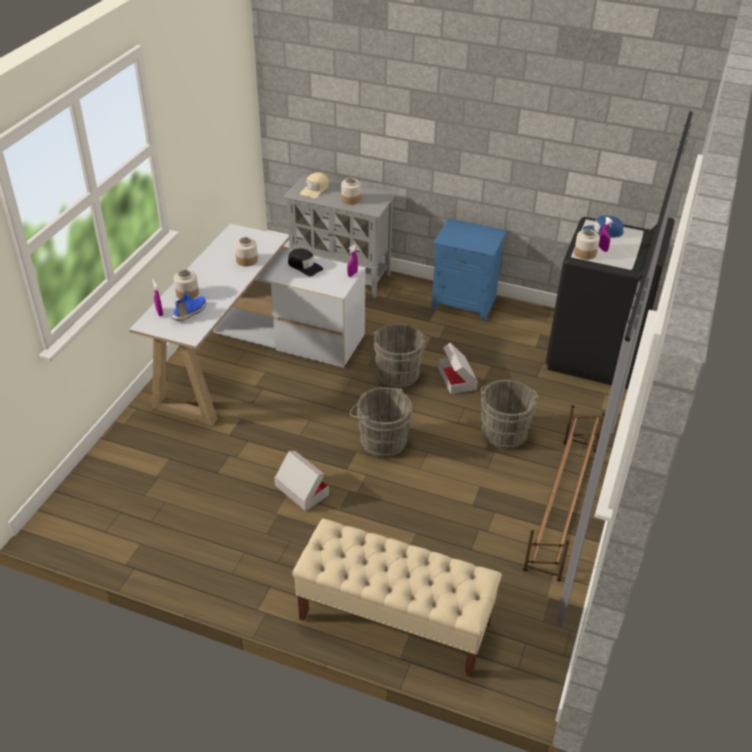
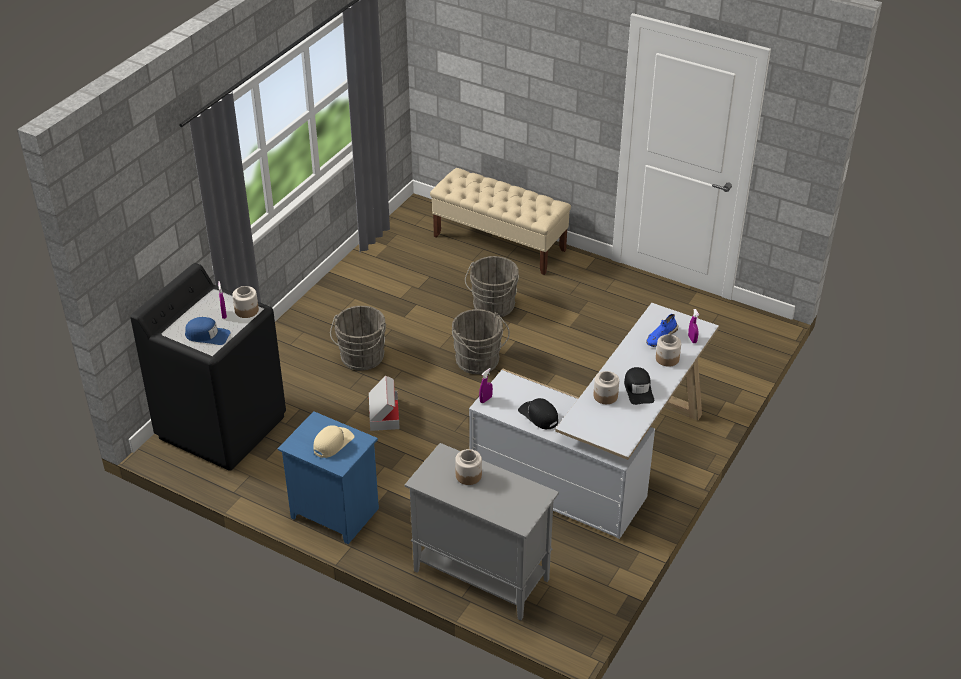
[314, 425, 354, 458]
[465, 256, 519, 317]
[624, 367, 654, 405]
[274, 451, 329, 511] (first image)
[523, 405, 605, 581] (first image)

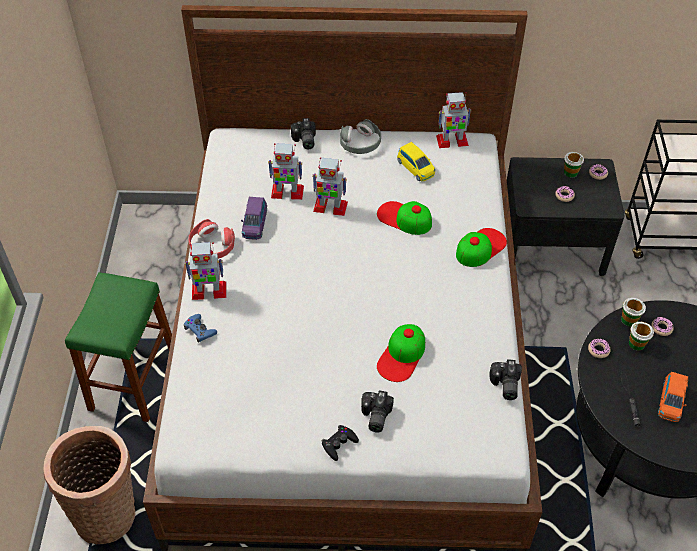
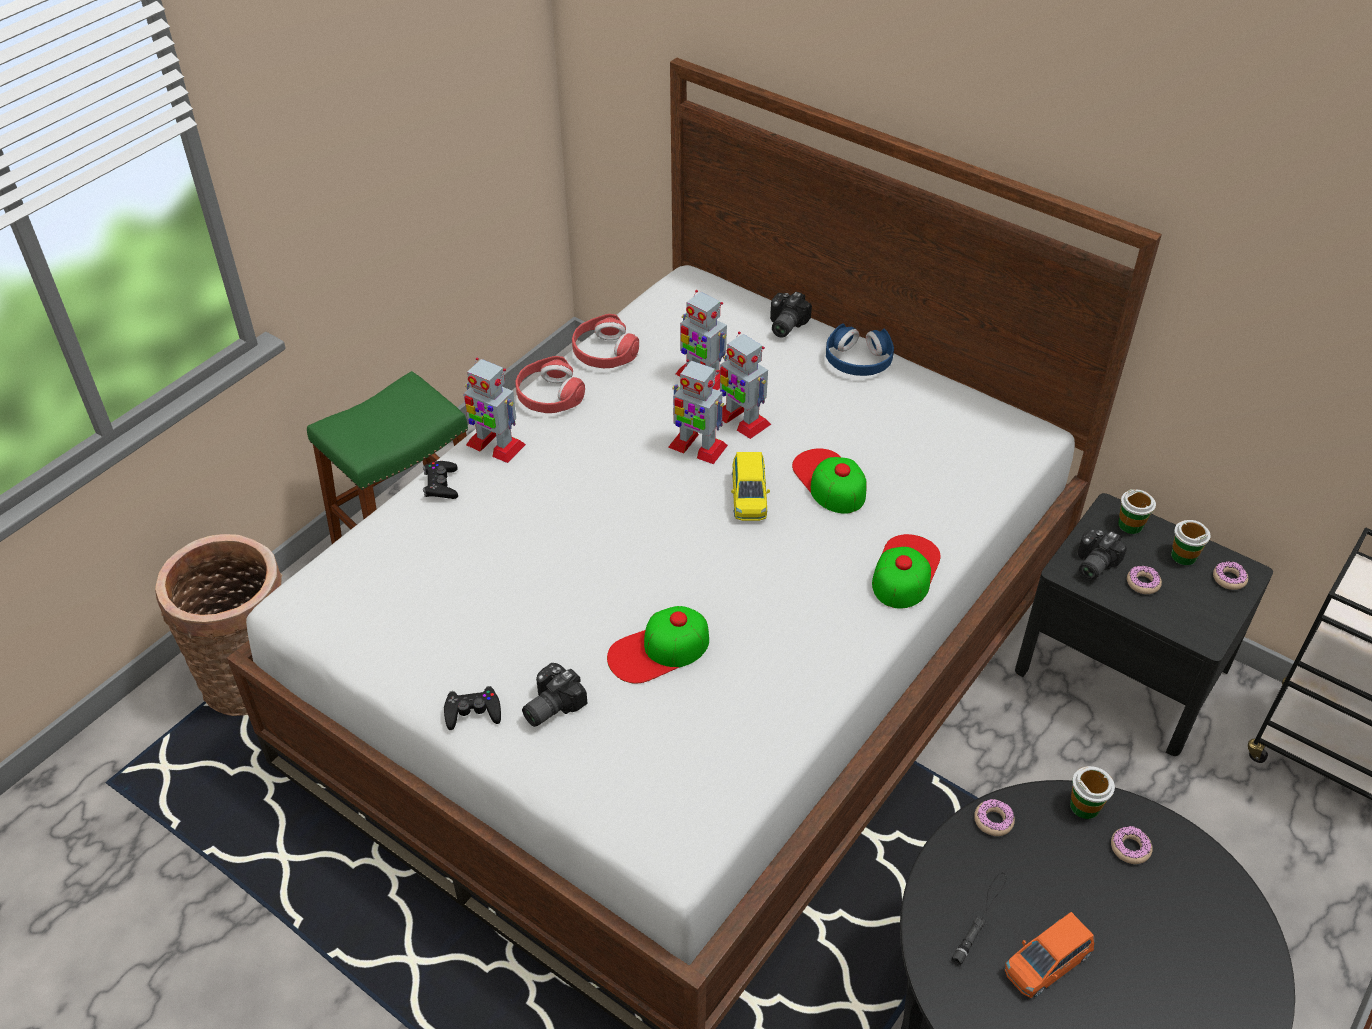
[423, 461, 458, 499]
[572, 314, 639, 368]
[668, 359, 728, 464]
[731, 452, 770, 521]
[826, 323, 894, 376]
[872, 534, 941, 609]
[1078, 528, 1127, 581]
[1118, 489, 1156, 534]
[241, 197, 267, 240] (first image)

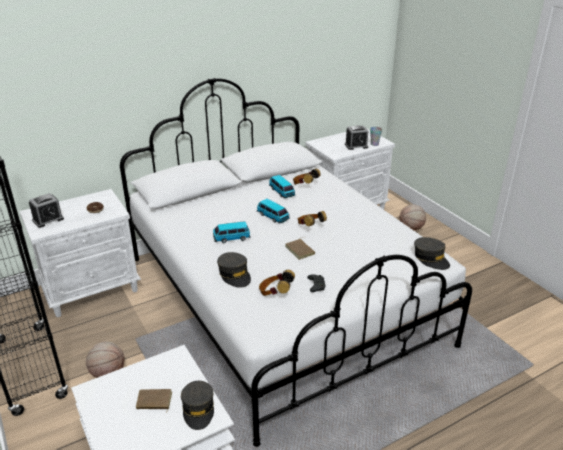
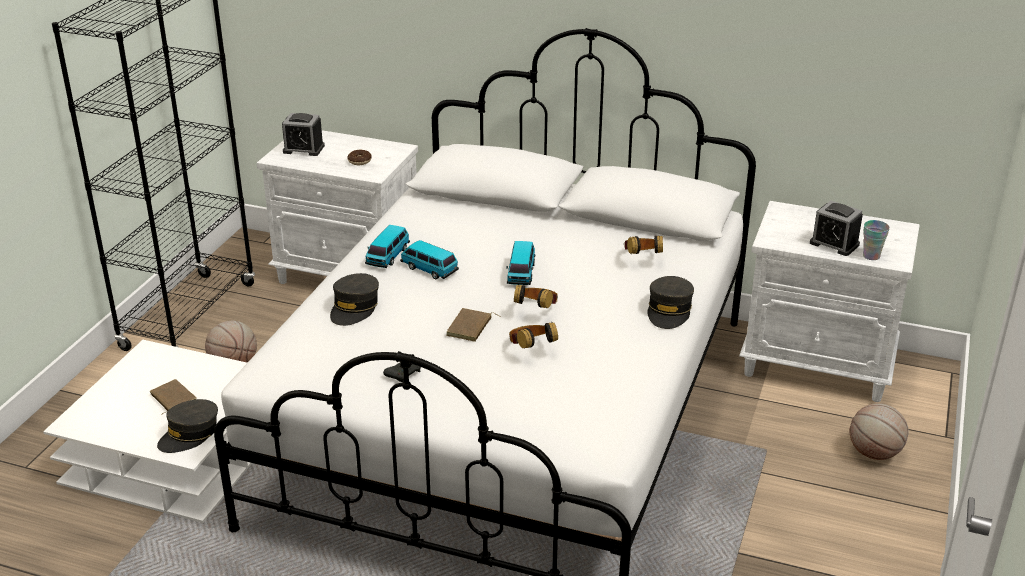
[365, 225, 410, 268]
[509, 322, 558, 349]
[647, 276, 694, 329]

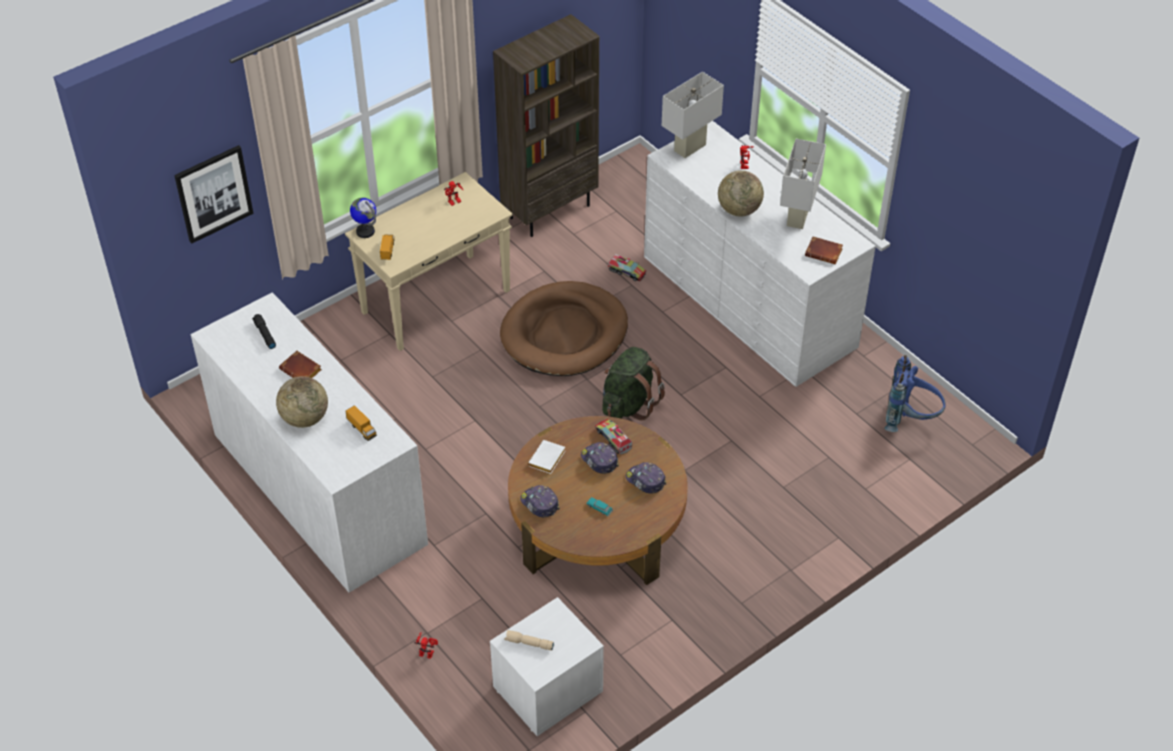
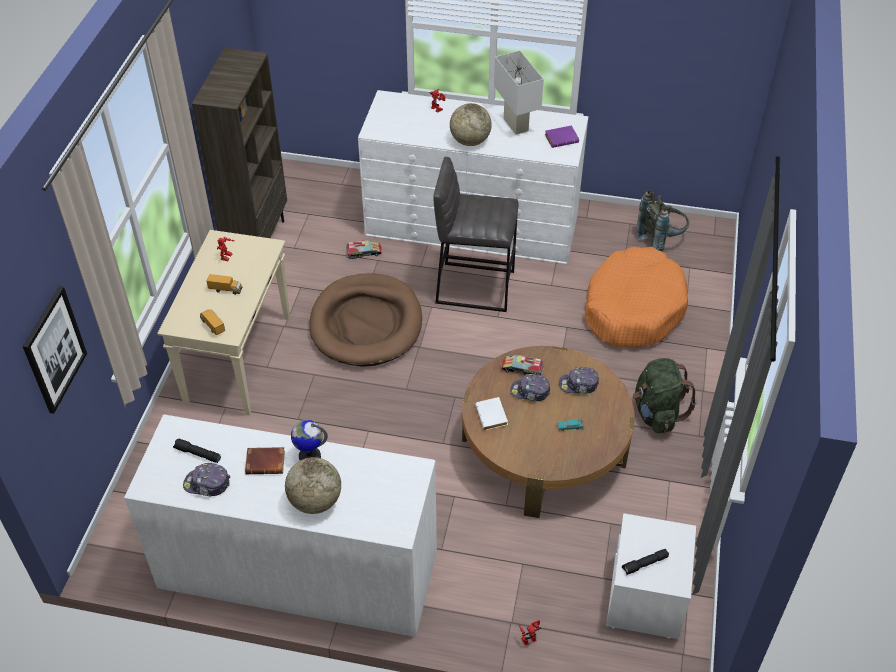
[183, 463, 230, 496]
[207, 274, 242, 295]
[291, 420, 328, 460]
[433, 157, 518, 312]
[545, 125, 579, 148]
[585, 247, 688, 347]
[622, 549, 669, 575]
[633, 358, 697, 434]
[636, 190, 689, 252]
[662, 72, 724, 158] (first image)

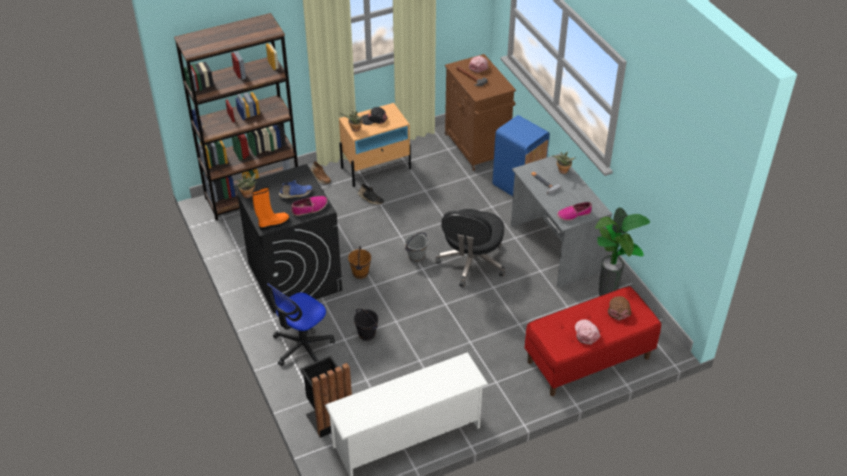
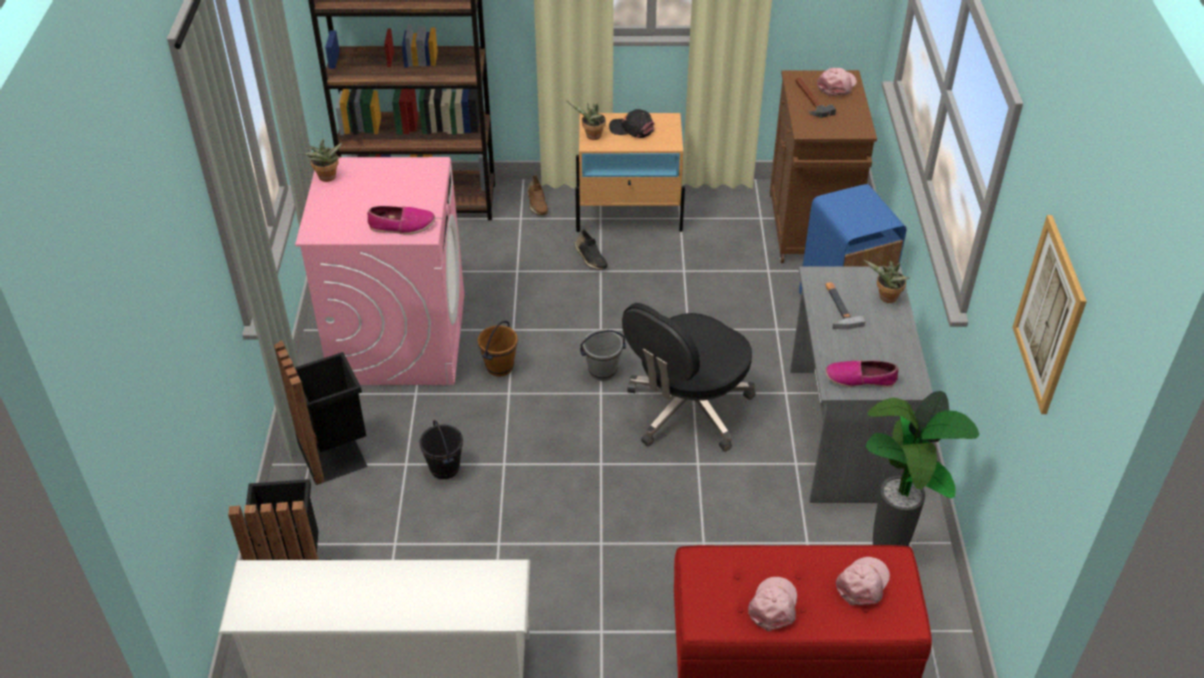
[274, 340, 368, 485]
[295, 157, 464, 385]
[836, 557, 890, 605]
[1012, 215, 1087, 414]
[252, 187, 290, 231] (first image)
[279, 180, 312, 199] (first image)

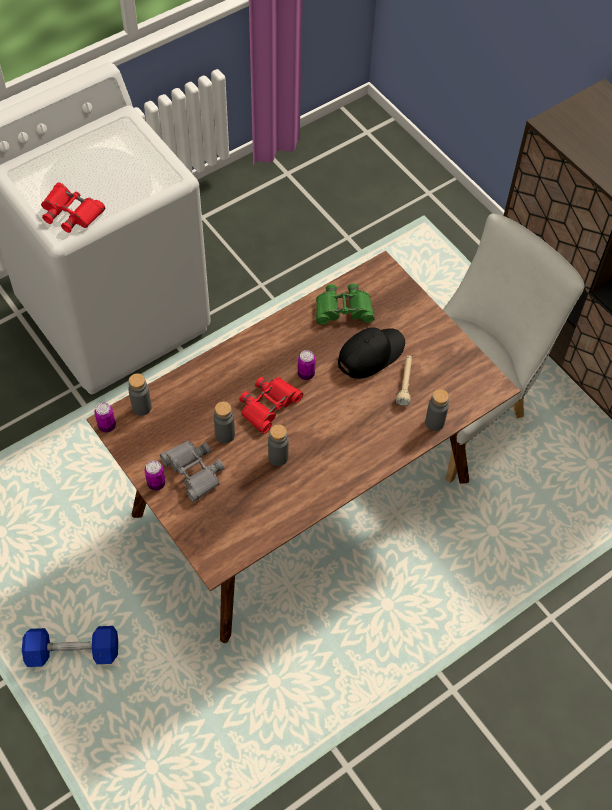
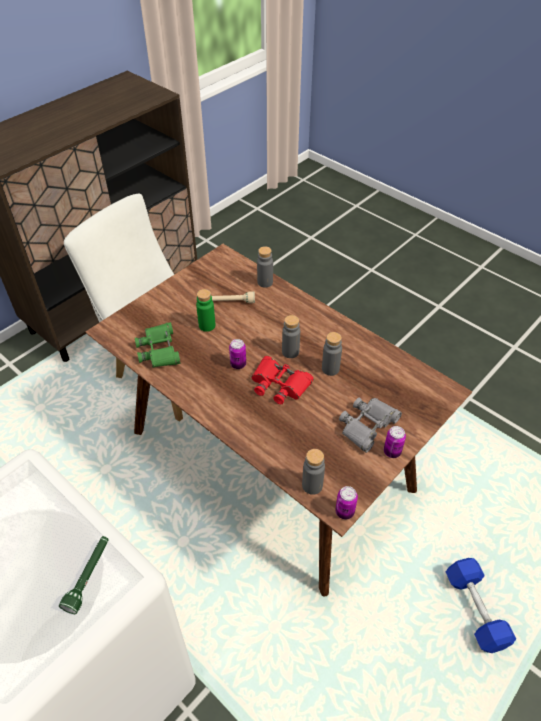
[59, 536, 108, 614]
[196, 289, 215, 332]
[282, 315, 300, 358]

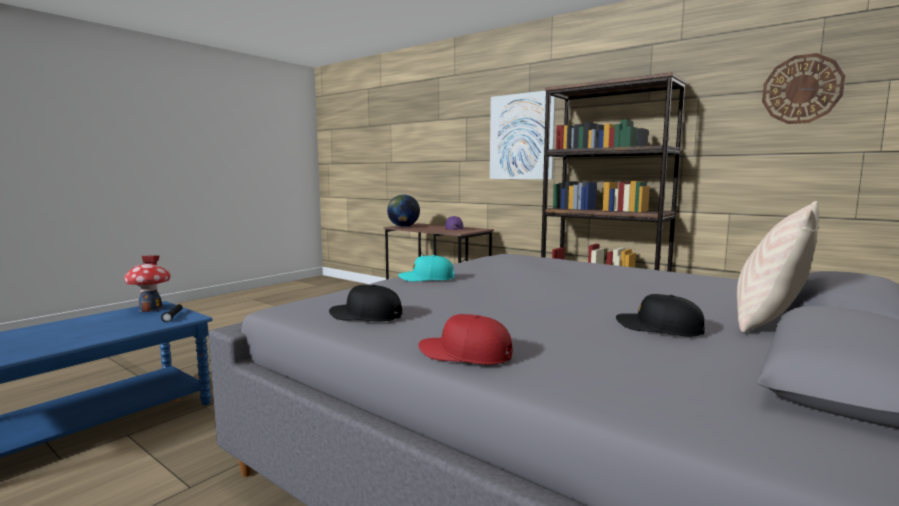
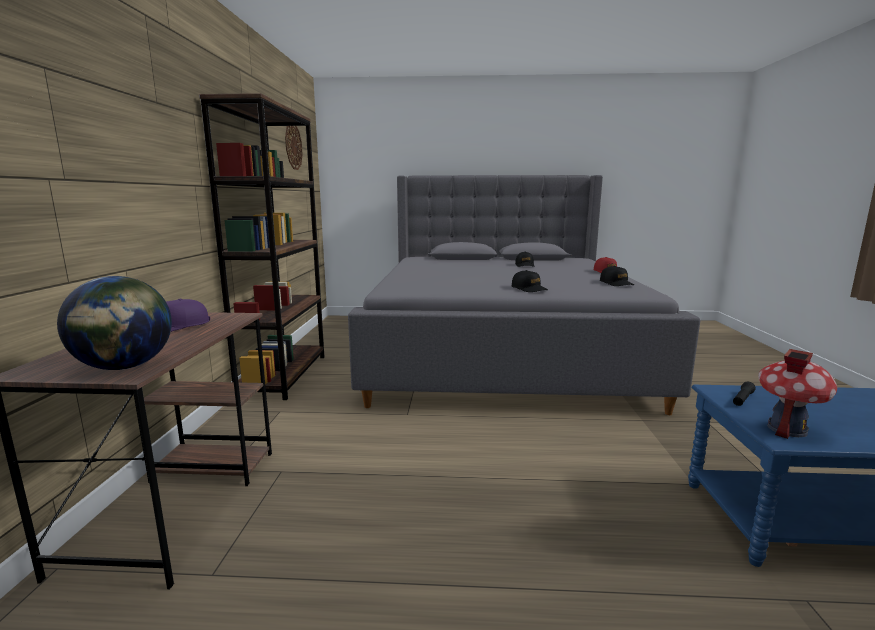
[512, 270, 548, 292]
[490, 91, 556, 179] (first image)
[737, 201, 819, 333] (first image)

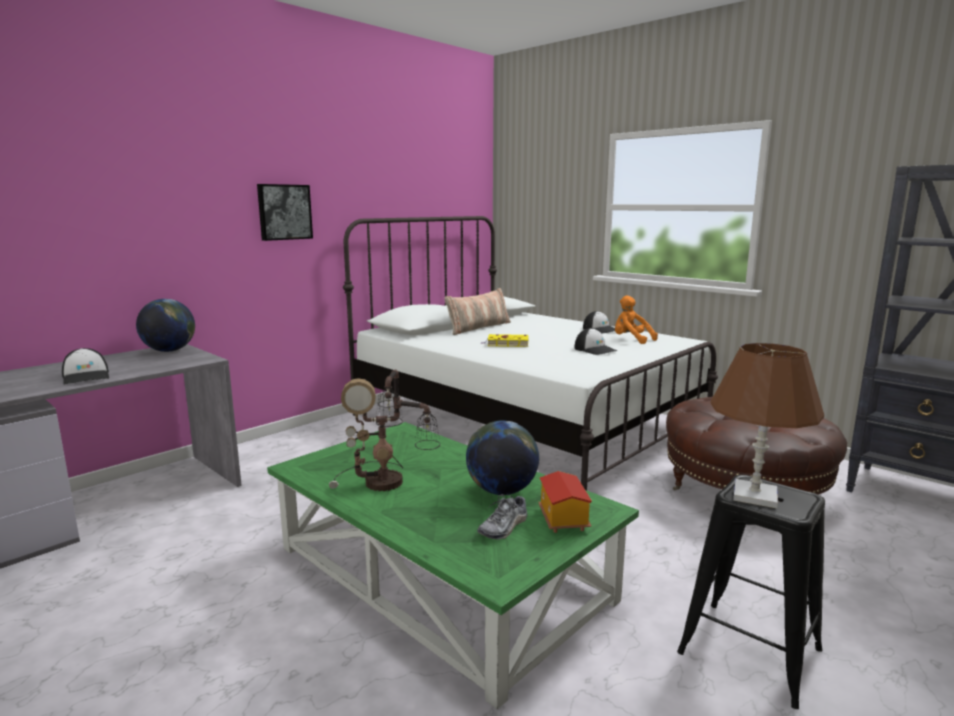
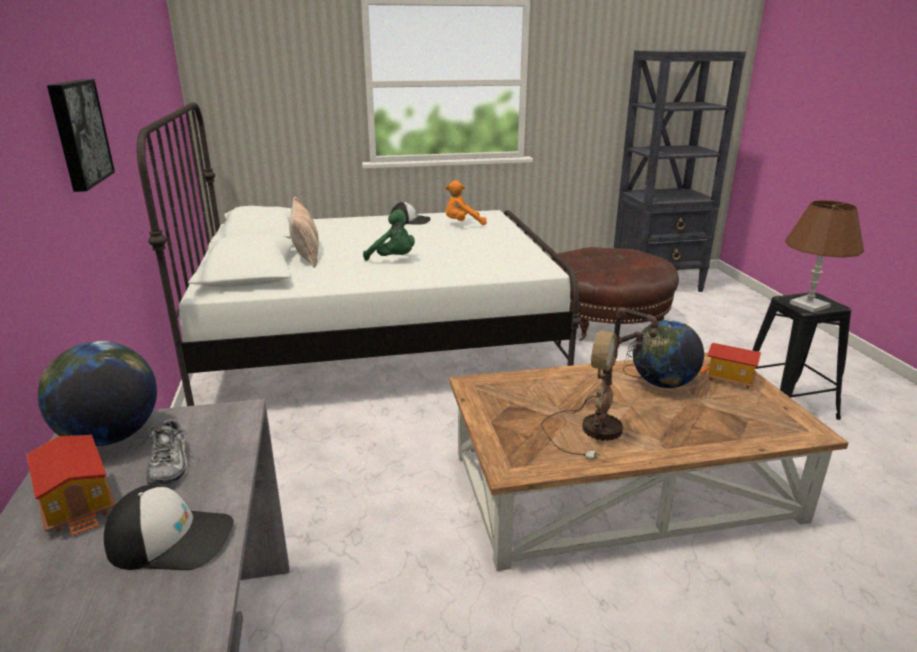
[26, 435, 116, 537]
[139, 417, 189, 486]
[363, 209, 415, 261]
[449, 352, 849, 571]
[574, 328, 617, 355] (first image)

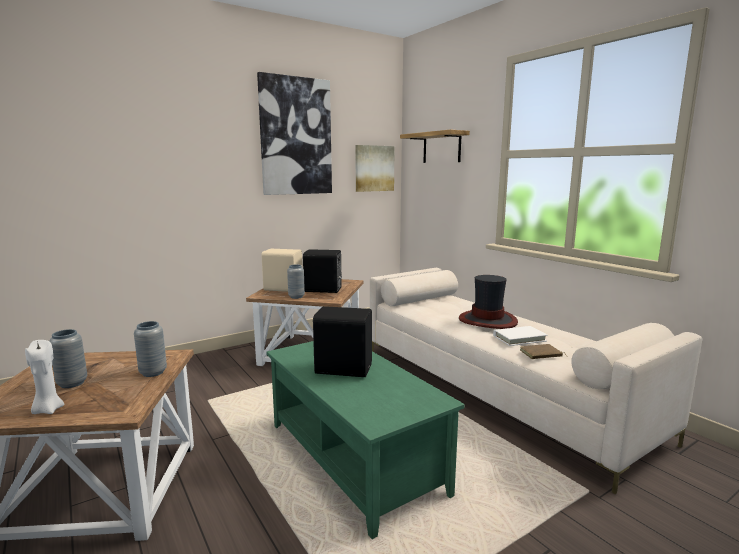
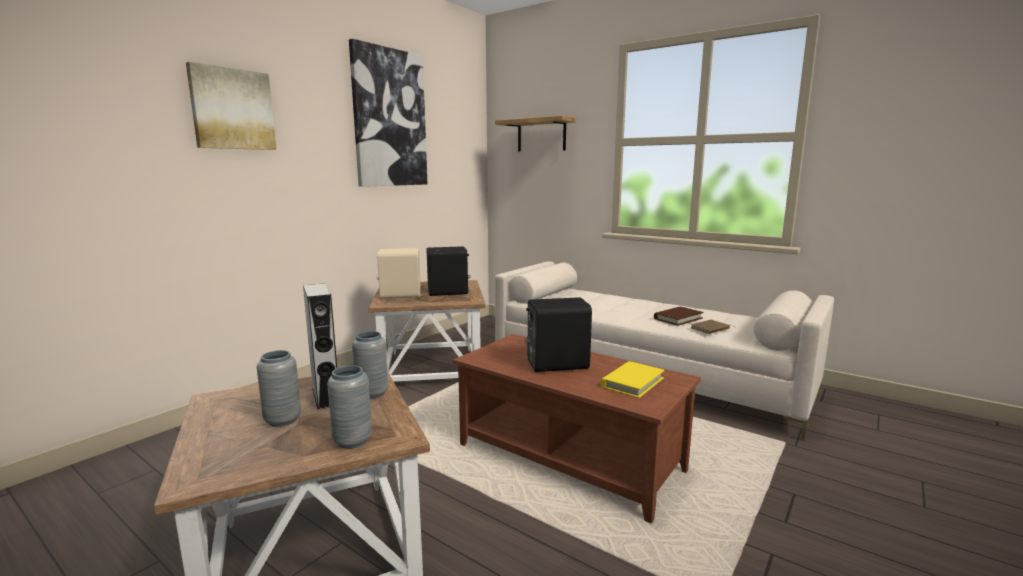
[186, 62, 276, 150]
[303, 283, 337, 410]
[327, 365, 372, 449]
[453, 334, 701, 524]
[601, 361, 665, 398]
[654, 307, 703, 326]
[25, 340, 64, 414] (first image)
[459, 275, 518, 329] (first image)

